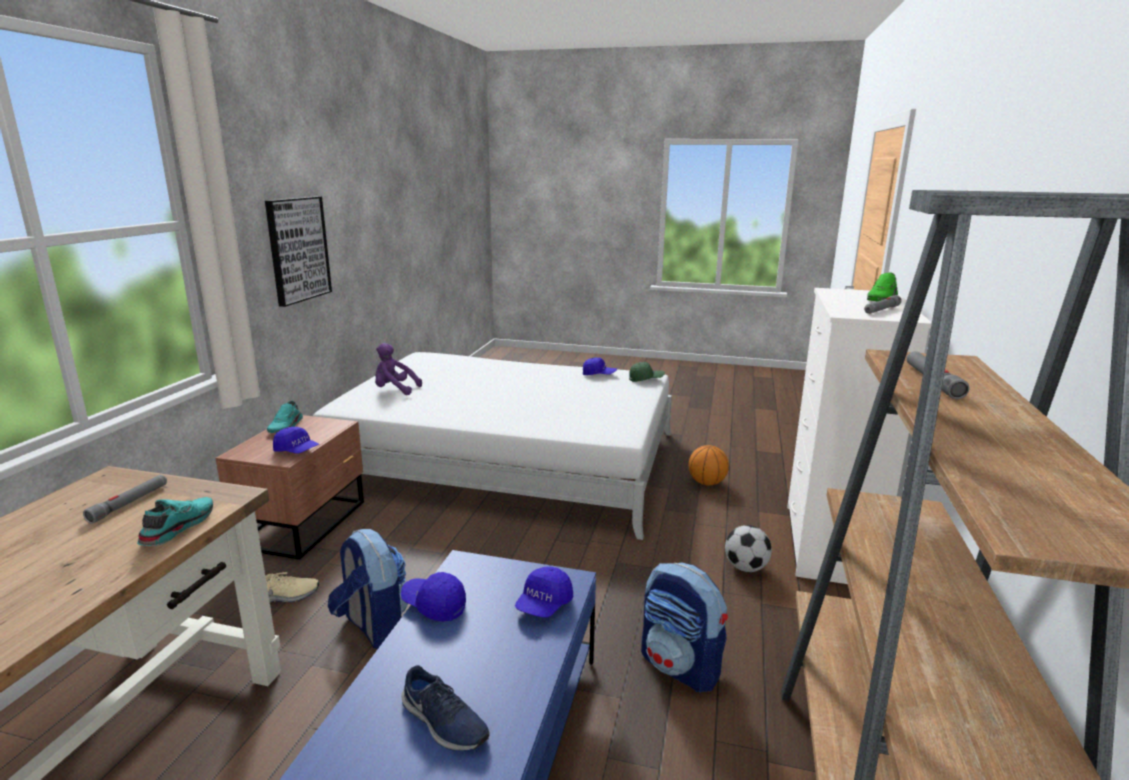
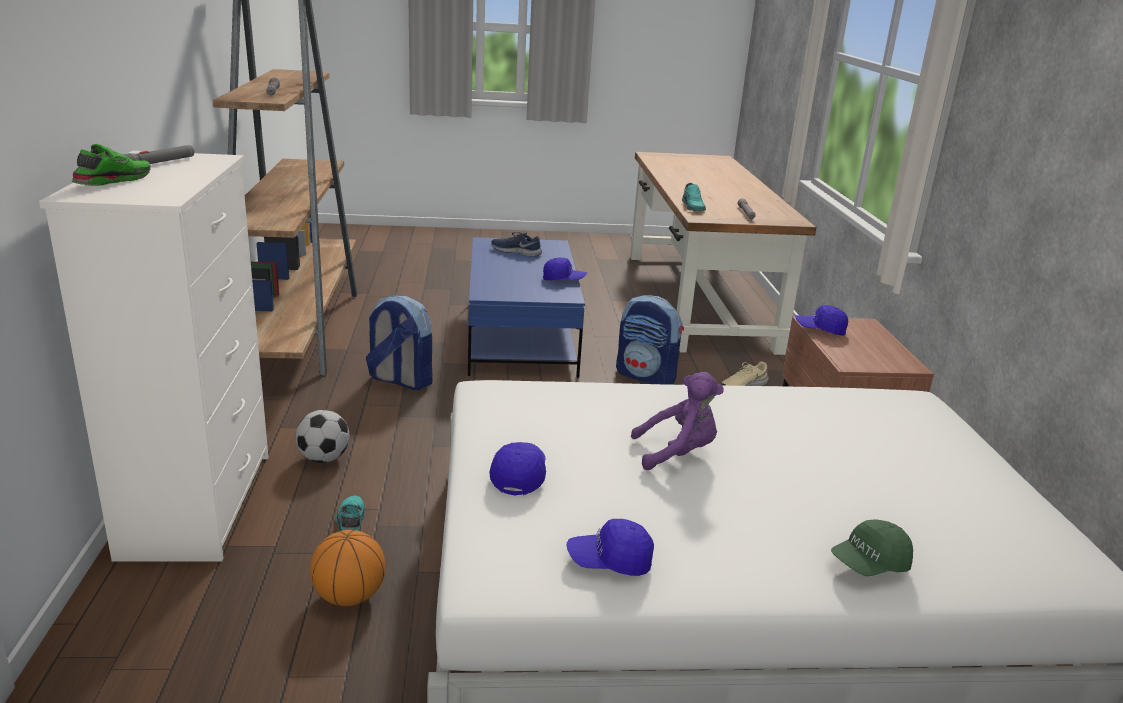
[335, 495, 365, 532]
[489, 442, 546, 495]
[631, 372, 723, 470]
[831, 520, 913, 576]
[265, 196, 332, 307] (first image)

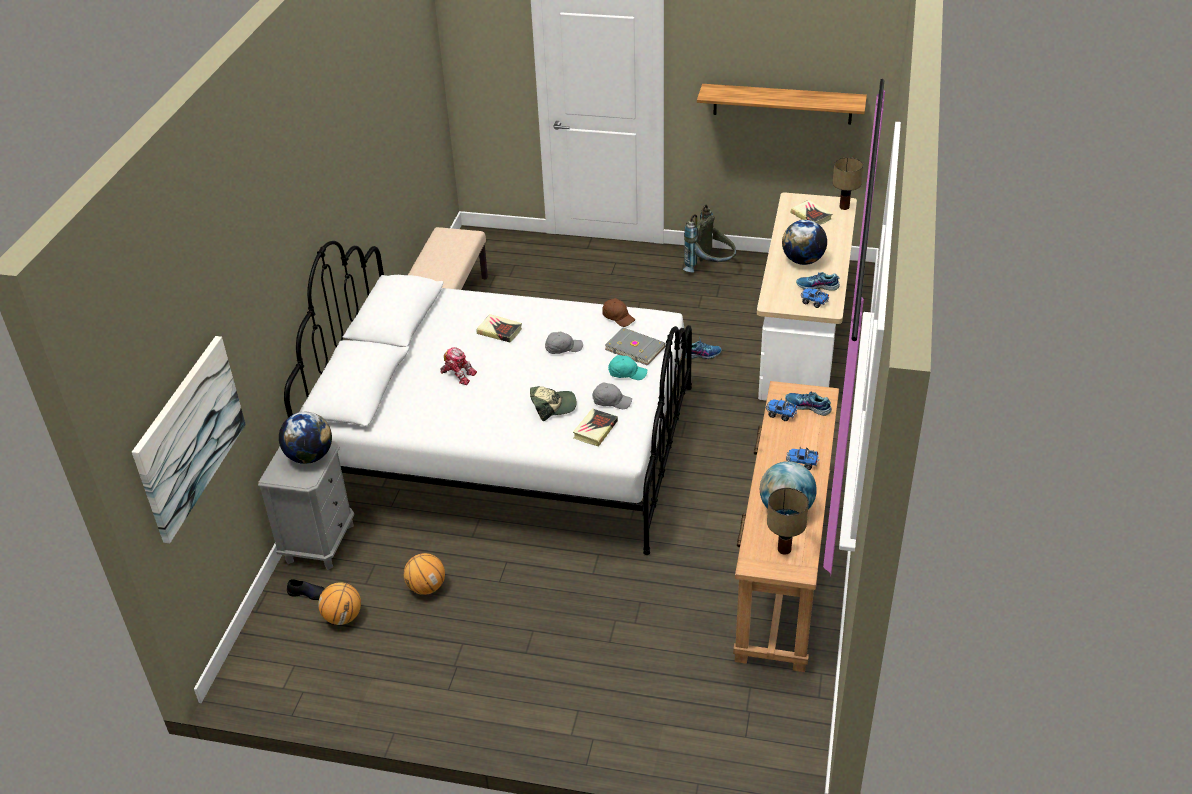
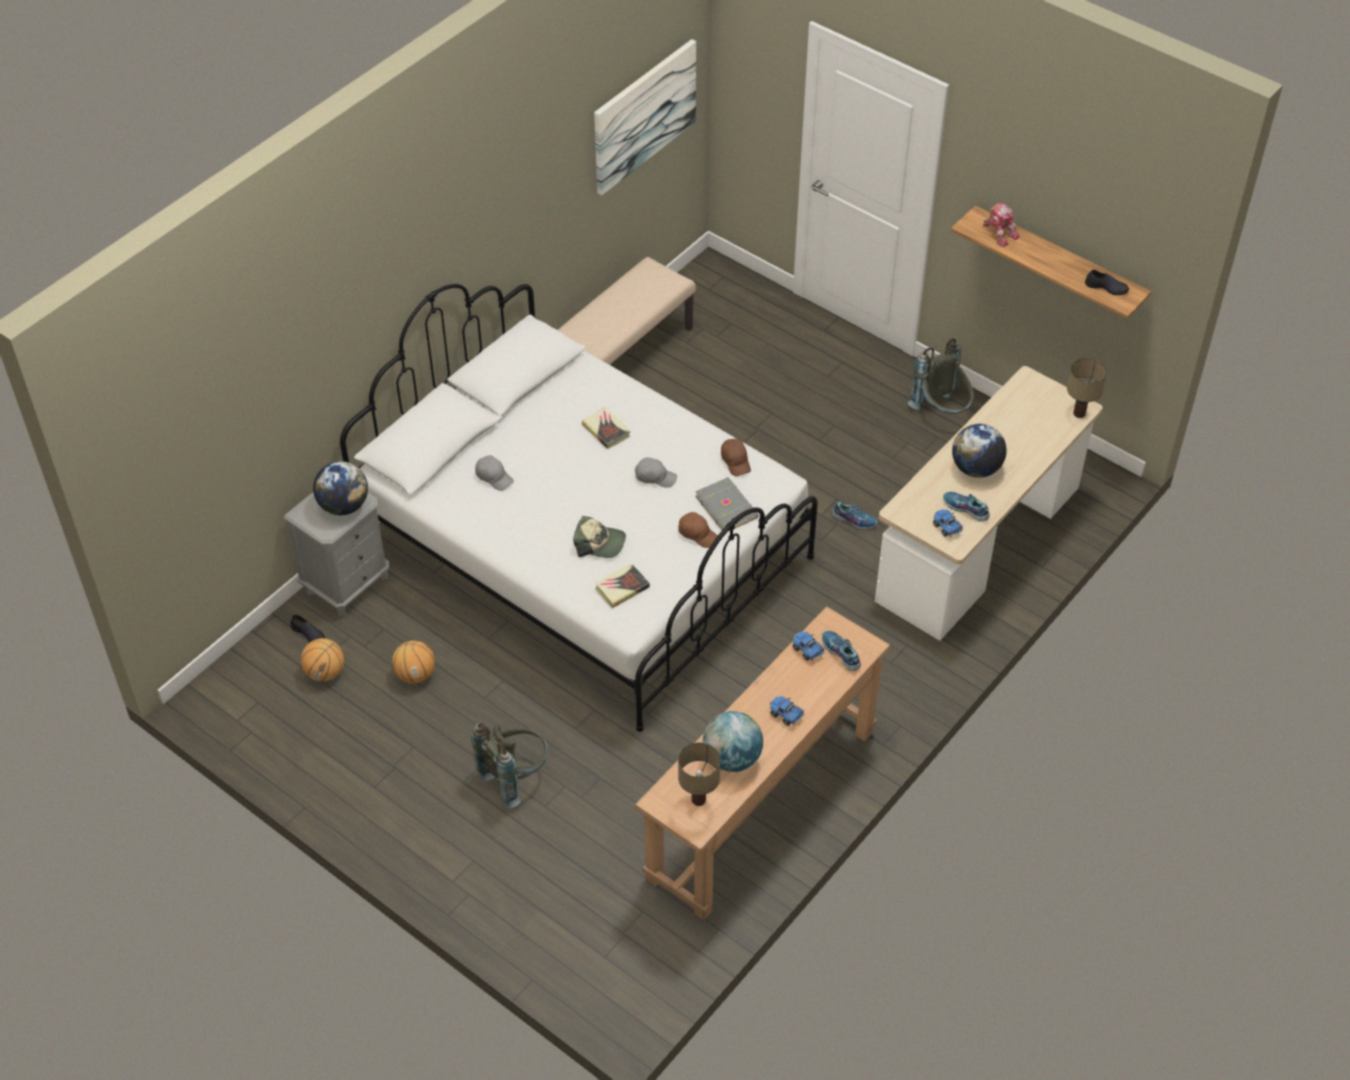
[471, 723, 548, 808]
[475, 455, 514, 491]
[594, 39, 696, 195]
[678, 512, 718, 548]
[983, 203, 1020, 247]
[1085, 270, 1129, 295]
[791, 200, 832, 225] (first image)

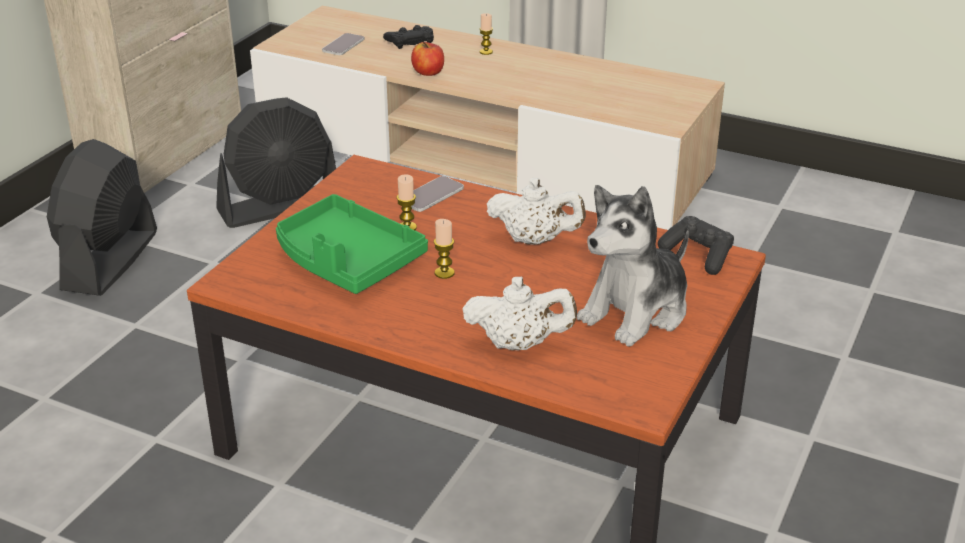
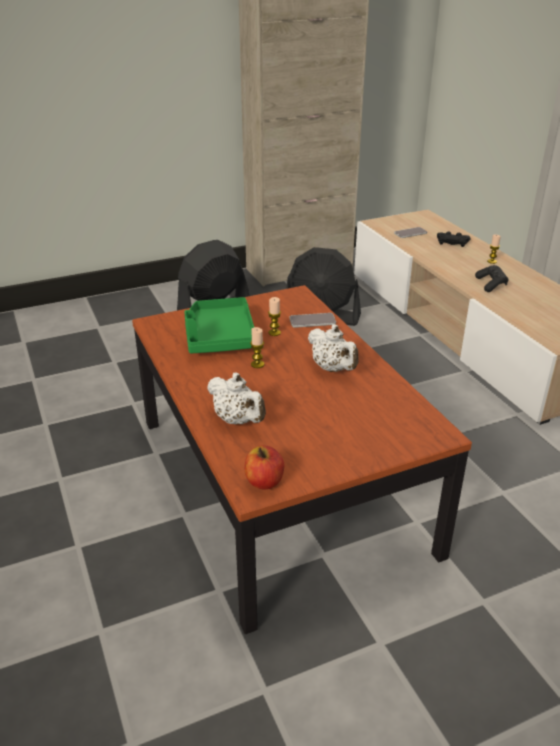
[245, 445, 284, 489]
[475, 265, 508, 292]
[577, 185, 689, 347] (first image)

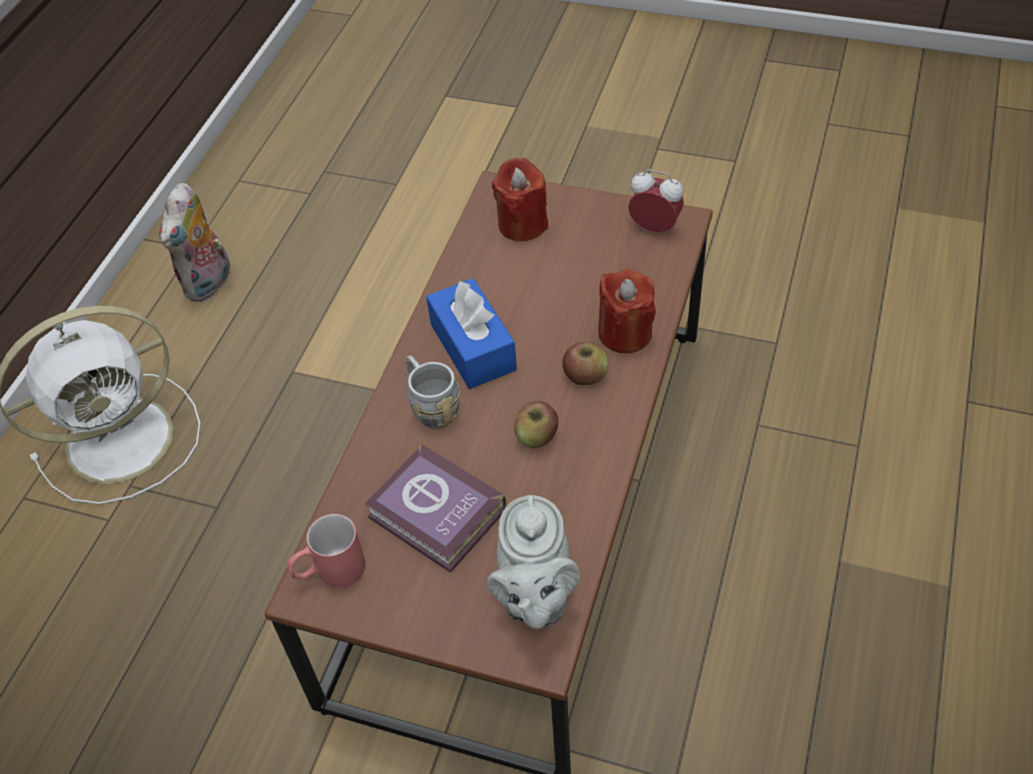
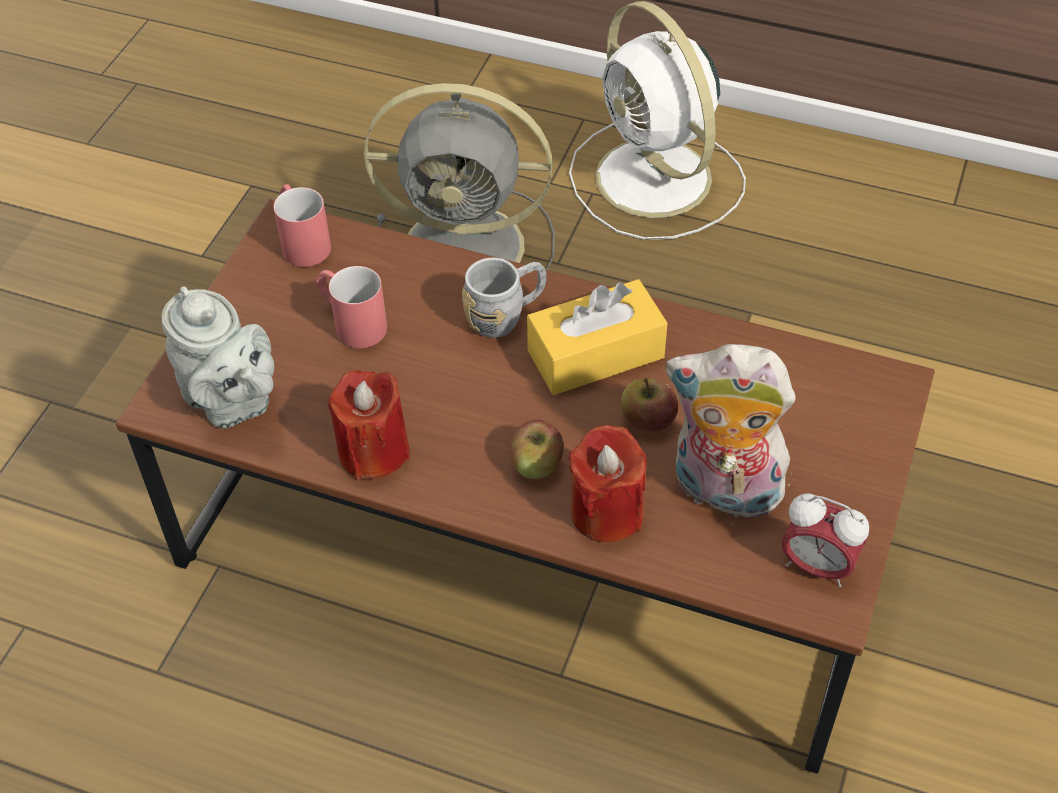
[162, 286, 274, 428]
[316, 266, 387, 348]
[328, 370, 410, 480]
[364, 83, 555, 270]
[527, 279, 667, 395]
[621, 378, 678, 431]
[666, 344, 796, 524]
[782, 493, 869, 587]

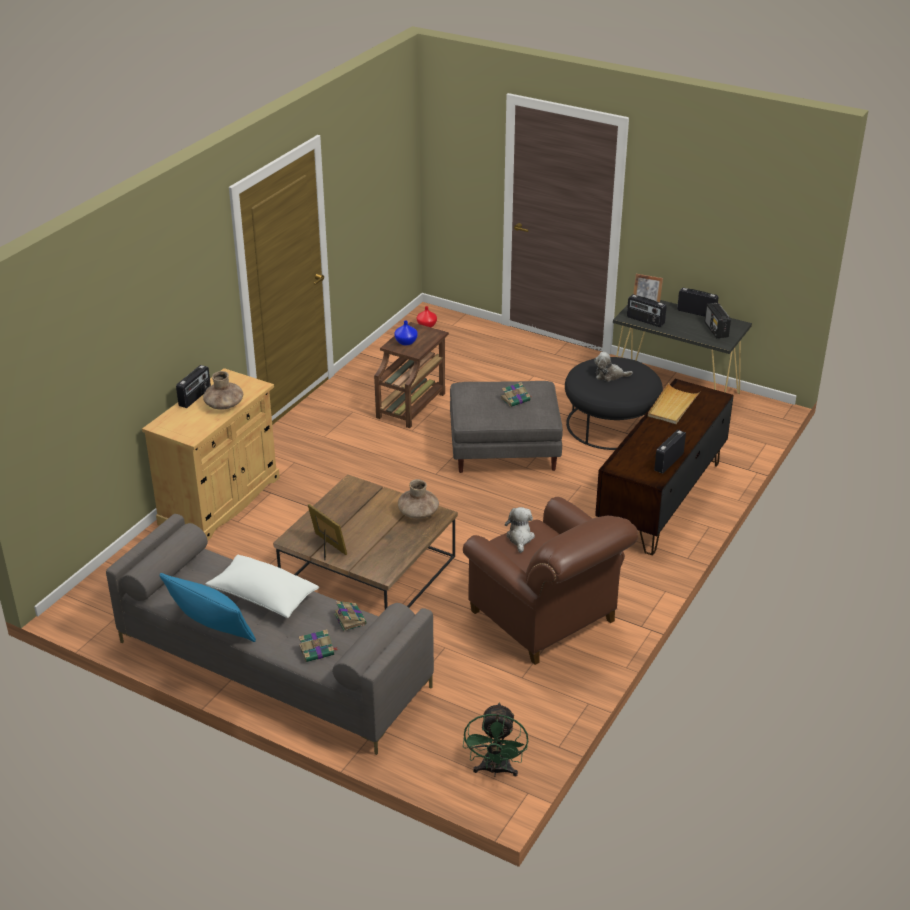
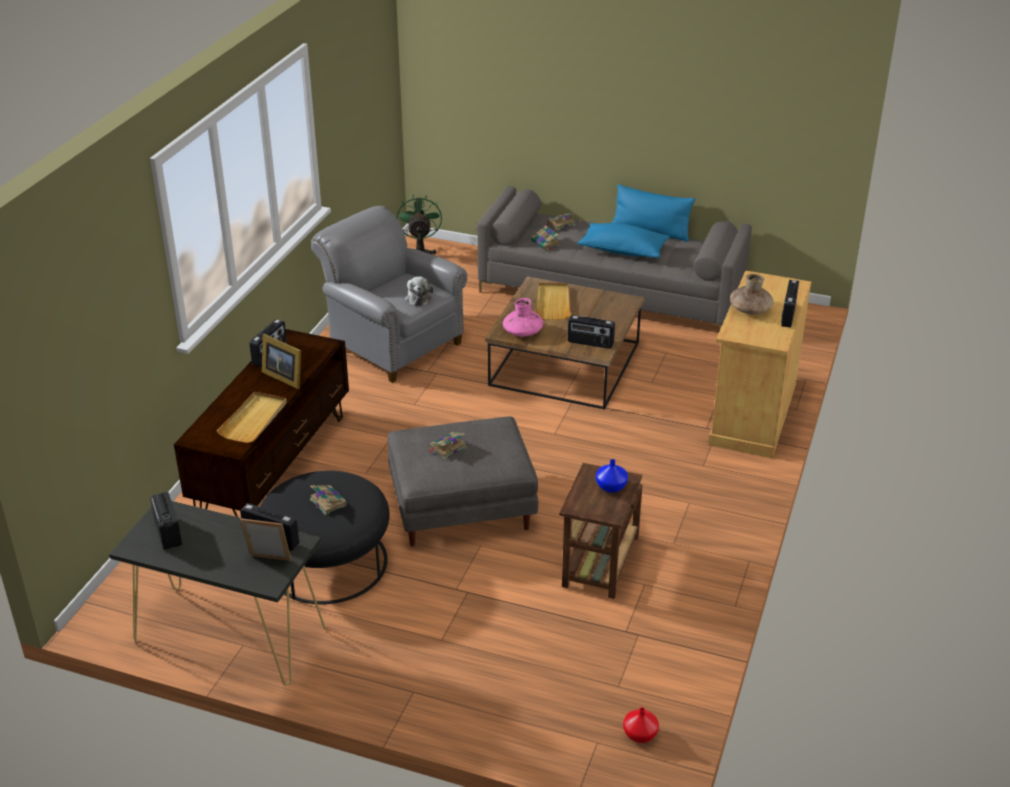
[262, 334, 301, 389]
[310, 485, 347, 515]
[311, 206, 467, 383]
[503, 298, 543, 337]
[535, 283, 571, 320]
[568, 315, 615, 349]
[578, 223, 670, 258]

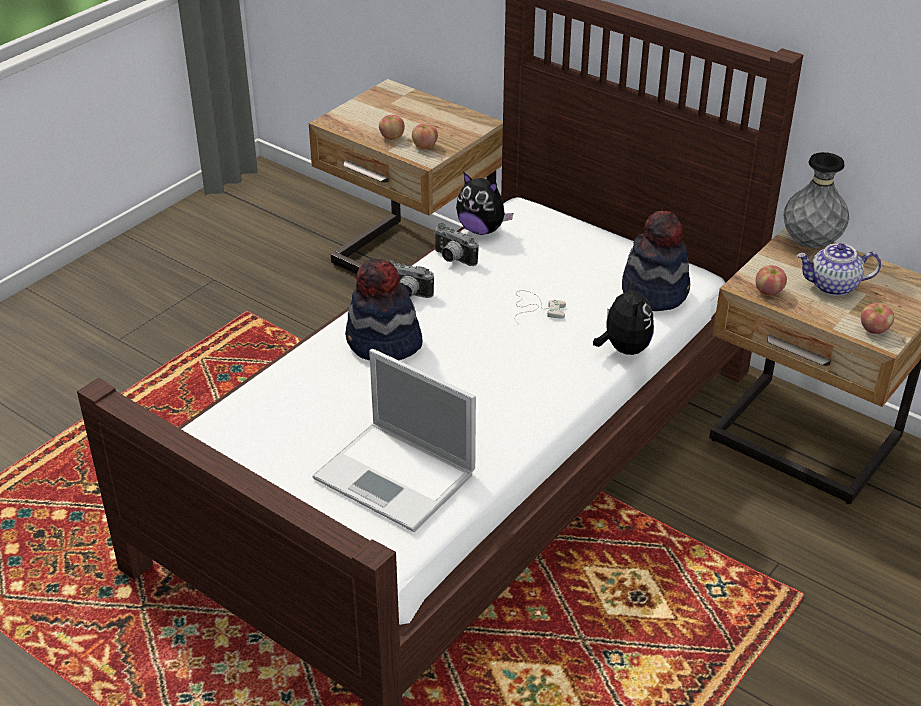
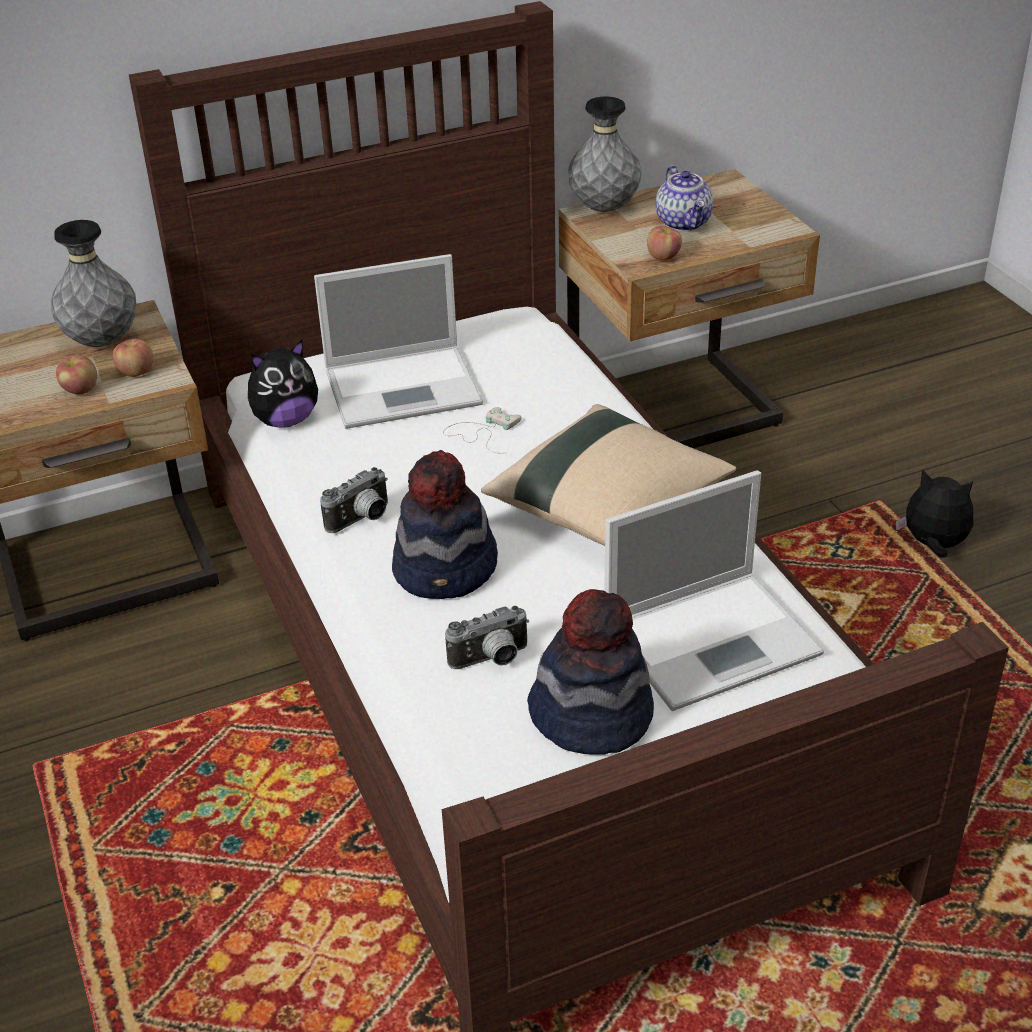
[51, 220, 136, 347]
[314, 254, 483, 429]
[445, 606, 529, 669]
[481, 404, 736, 546]
[527, 589, 654, 755]
[656, 166, 713, 231]
[896, 470, 973, 558]
[861, 303, 894, 334] (first image)

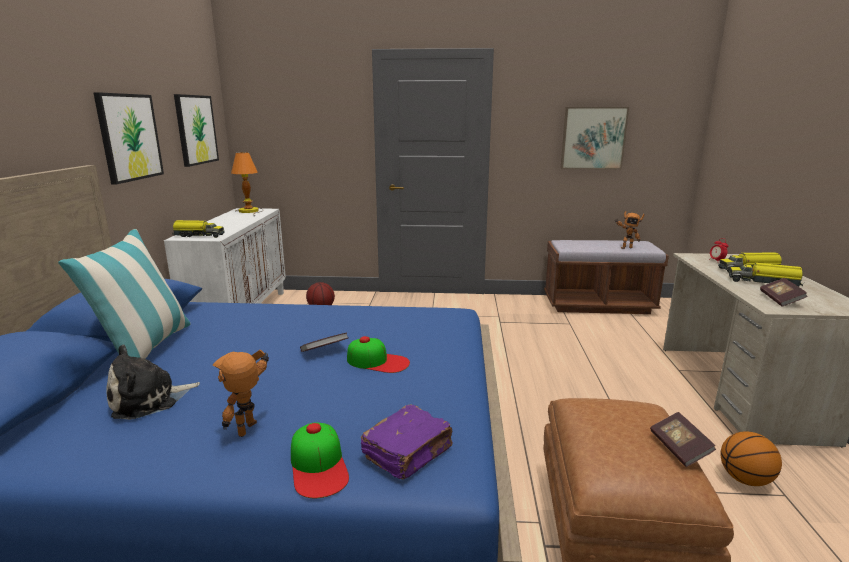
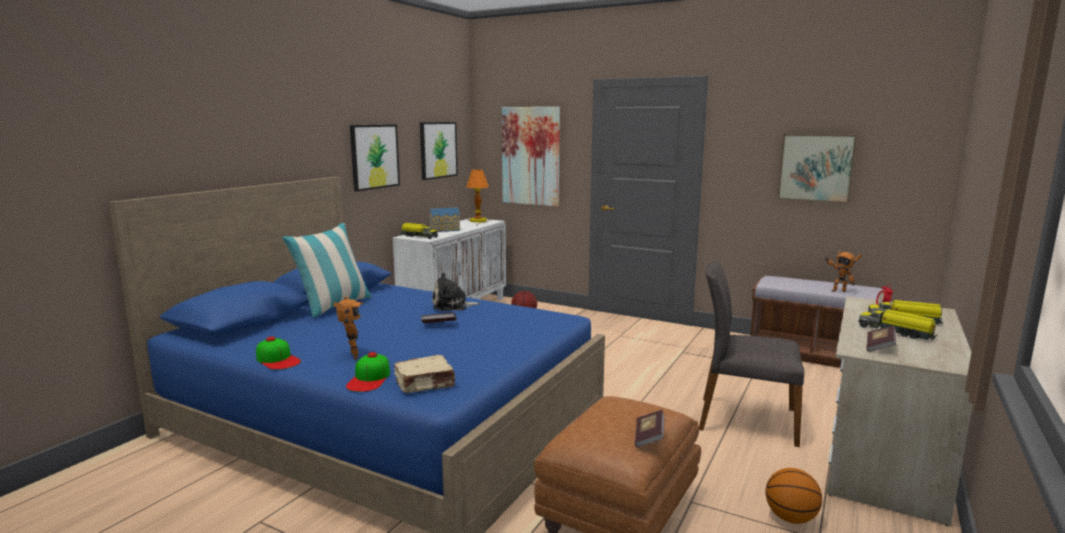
[256, 337, 301, 370]
[333, 296, 364, 359]
[394, 355, 456, 393]
[429, 207, 460, 232]
[432, 272, 481, 311]
[502, 107, 560, 206]
[699, 261, 804, 447]

